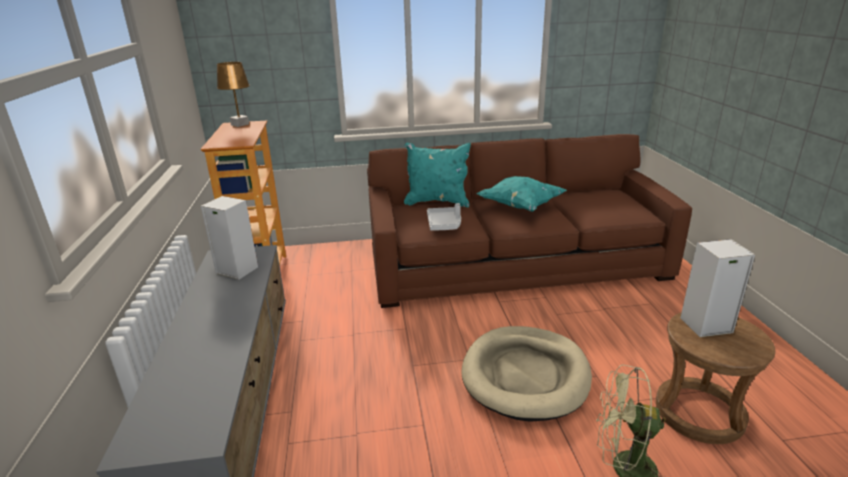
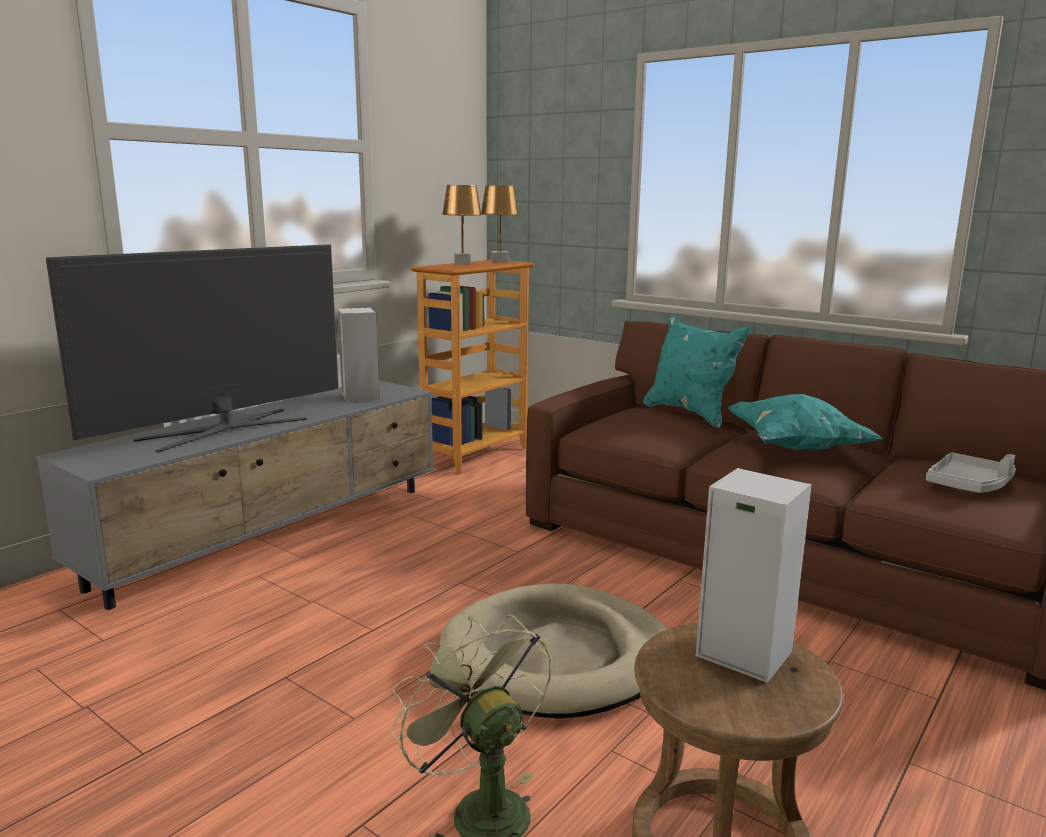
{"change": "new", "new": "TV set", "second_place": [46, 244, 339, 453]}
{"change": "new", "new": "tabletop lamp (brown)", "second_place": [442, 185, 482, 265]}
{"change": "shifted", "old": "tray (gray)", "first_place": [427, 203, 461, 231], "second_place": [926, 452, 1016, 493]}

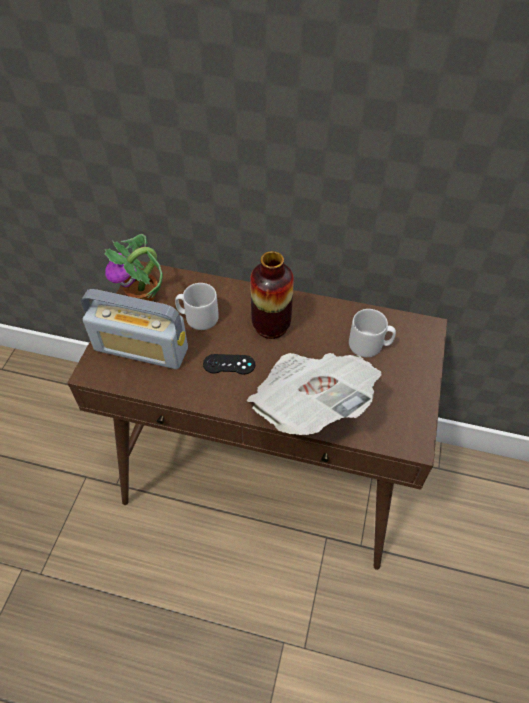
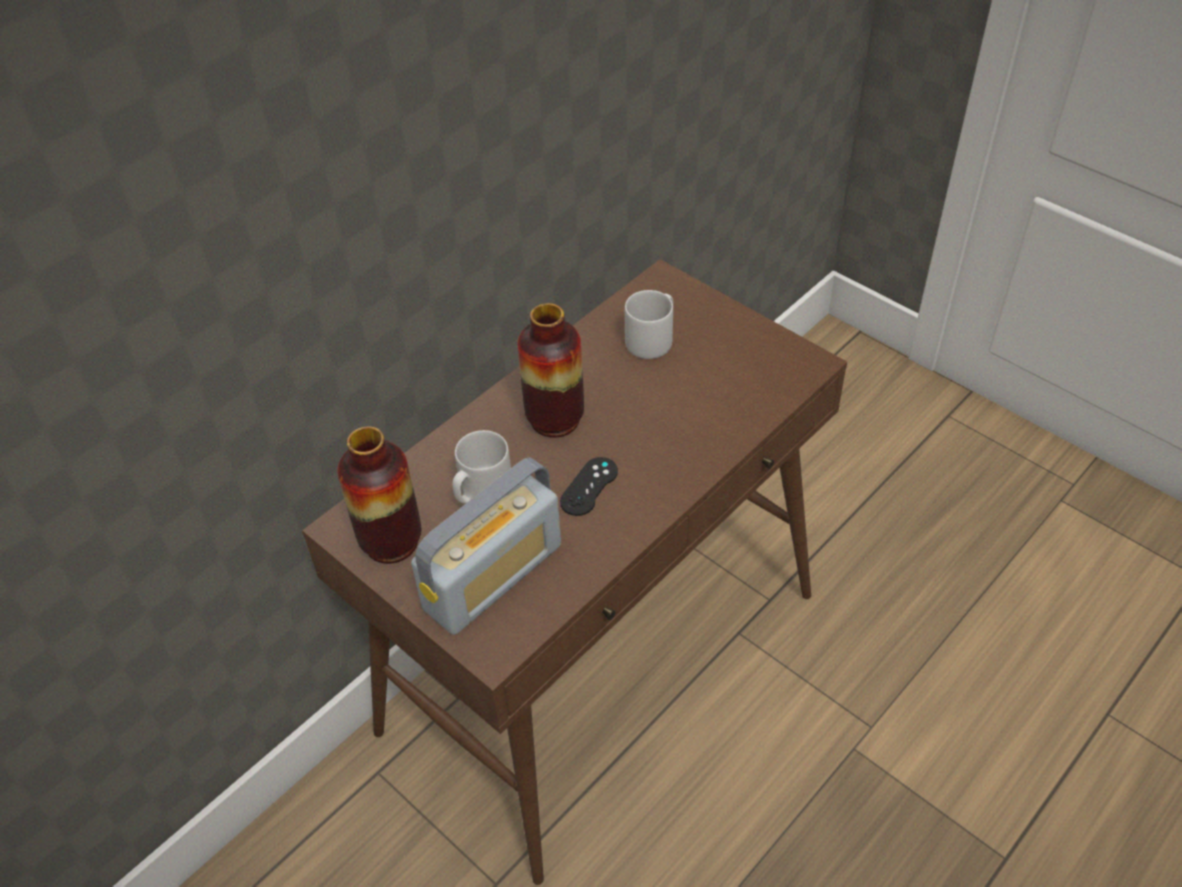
{"change": "swapped", "old": "plant in a pot", "new": "flower vase", "first_place": [104, 234, 163, 301], "second_place": [337, 426, 421, 564]}
{"change": "gone", "old": "printed paper", "first_place": [247, 353, 382, 435]}

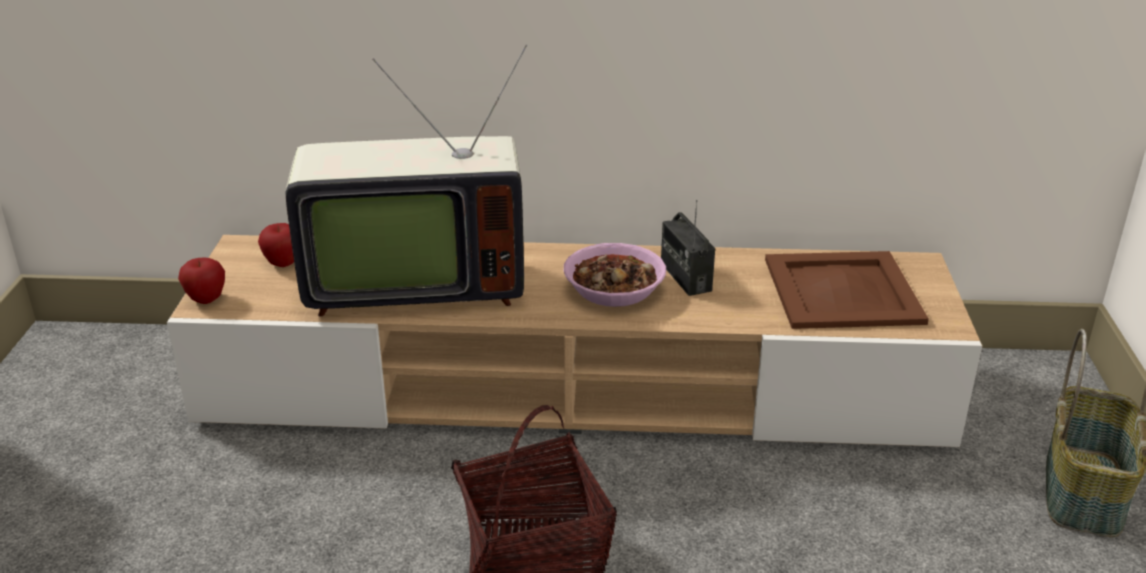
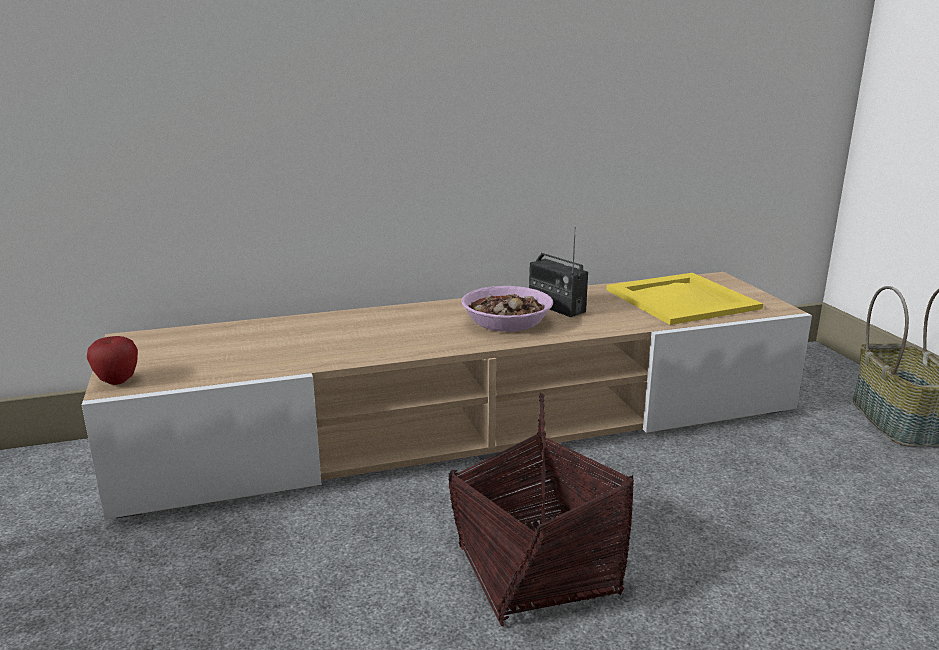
{"change": "repainted", "old": "tray (brown)", "new": "tray (yellow)", "first_place": [765, 251, 929, 329], "second_place": [606, 273, 763, 325]}
{"change": "gone", "old": "apple", "first_place": [258, 223, 294, 267]}
{"change": "gone", "old": "TV set", "first_place": [285, 44, 528, 317]}

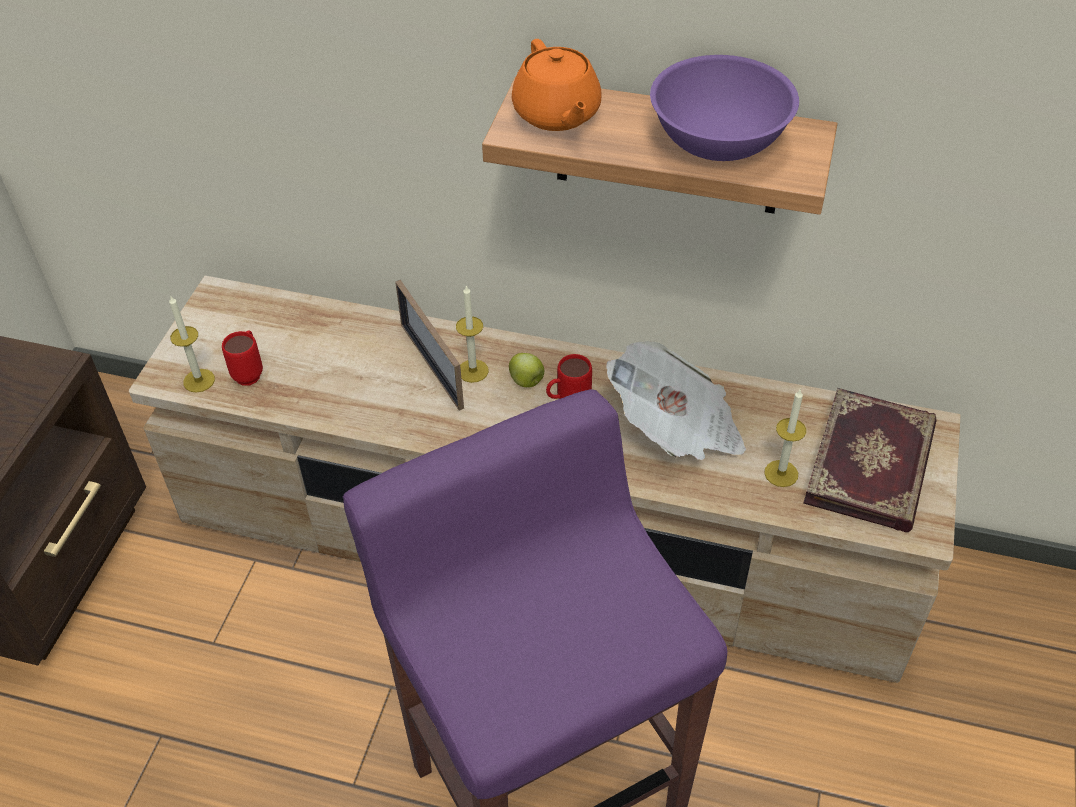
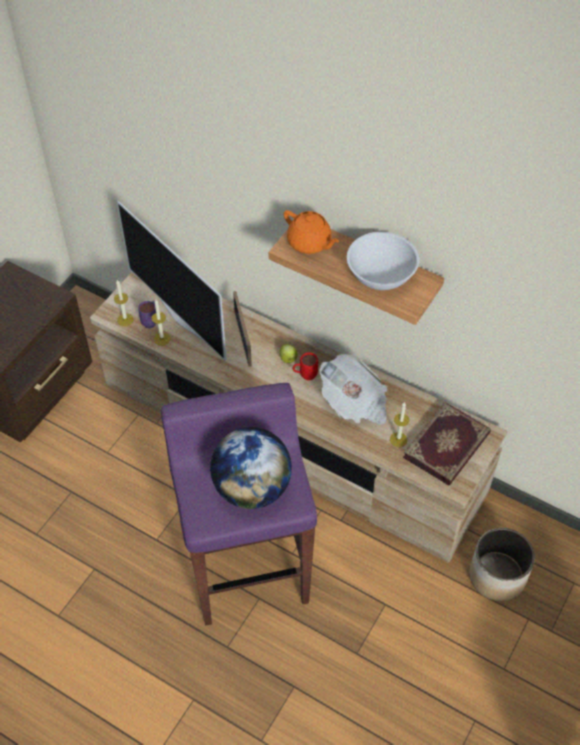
{"change": "new", "new": "TV set", "second_place": [117, 201, 227, 361]}
{"change": "repainted", "old": "tea mug (reddish)", "new": "tea mug (purple)", "first_place": [222, 330, 263, 386], "second_place": [138, 301, 156, 328]}
{"change": "shifted", "old": "wax candle", "first_place": [456, 285, 489, 383], "second_place": [152, 300, 170, 346]}
{"change": "new", "new": "globe", "second_place": [210, 427, 292, 509]}
{"change": "rotated", "old": "pot for tea (orange)", "first_place": [512, 39, 602, 131], "second_place": [284, 210, 339, 254], "degrees": -45}
{"change": "repainted", "old": "deep dish (purple)", "new": "deep dish (whitish)", "first_place": [650, 55, 799, 161], "second_place": [347, 232, 419, 290]}
{"change": "new", "new": "flower pot", "second_place": [469, 528, 535, 601]}

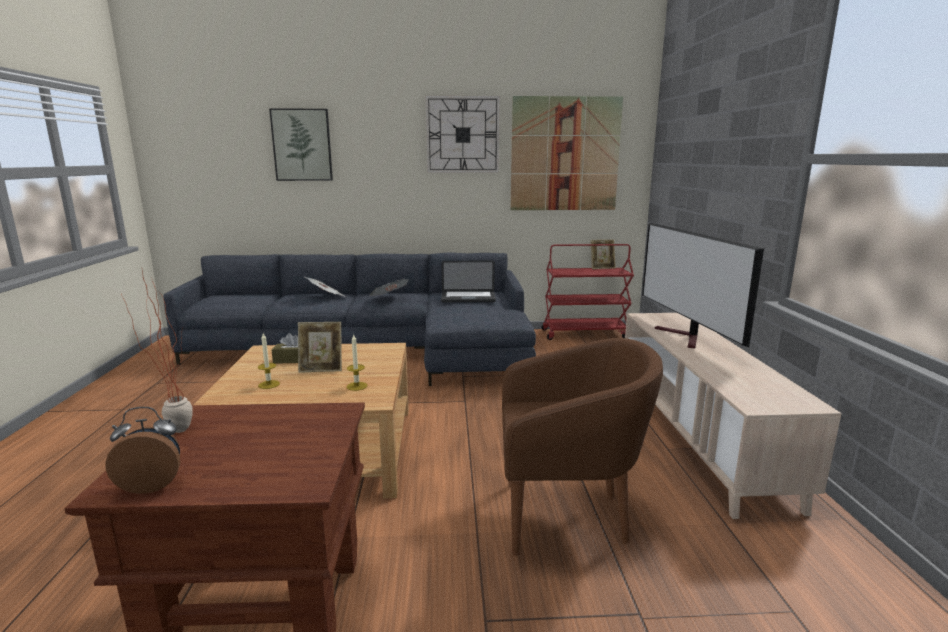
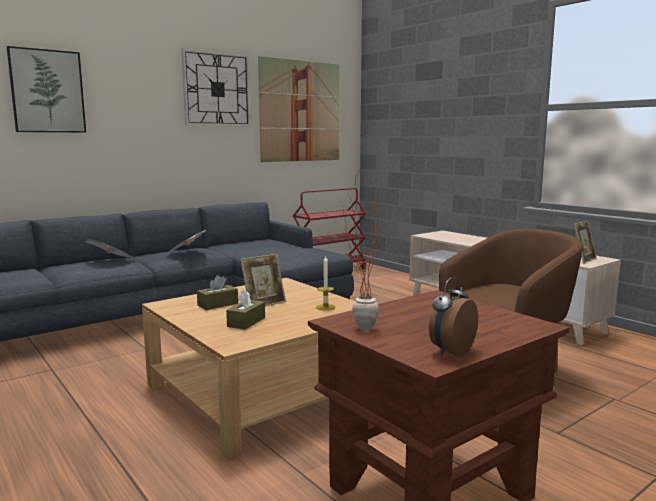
{"change": "swapped", "old": "wax candle", "new": "tissue holder (brown)", "first_place": [258, 333, 280, 389], "second_place": [226, 289, 265, 330]}
{"change": "shifted", "old": "picture frame", "first_place": [590, 239, 616, 269], "second_place": [574, 221, 597, 264]}
{"change": "gone", "old": "notebook computer", "first_place": [441, 261, 496, 302]}
{"change": "gone", "old": "TV set", "first_place": [642, 223, 764, 348]}

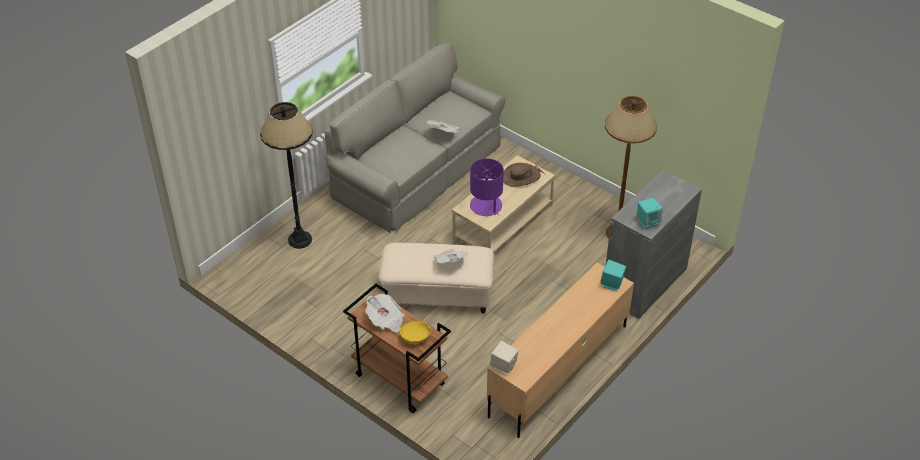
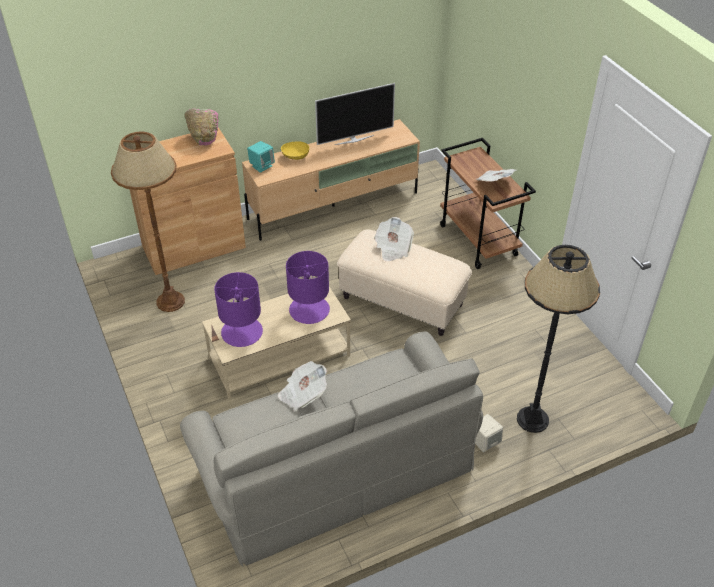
{"change": "repainted", "old": "storage cabinet (gray)", "new": "storage cabinet (brown)", "first_place": [606, 170, 702, 319], "second_place": [129, 127, 246, 275]}
{"change": "swapped", "old": "audio speaker (blue-green)", "new": "deep dish (pink)", "first_place": [637, 198, 663, 228], "second_place": [184, 109, 218, 145]}
{"change": "swapped", "old": "clothing hat (brown)", "new": "tabletop lamp (purple)", "first_place": [503, 163, 541, 187], "second_place": [214, 272, 263, 347]}
{"change": "shifted", "old": "deep dish (yellow)", "first_place": [400, 321, 431, 344], "second_place": [281, 141, 309, 160]}
{"change": "new", "new": "TV set", "second_place": [315, 83, 395, 145]}
{"change": "shifted", "old": "audio speaker (sand-coloured)", "first_place": [490, 341, 518, 375], "second_place": [475, 414, 503, 452]}

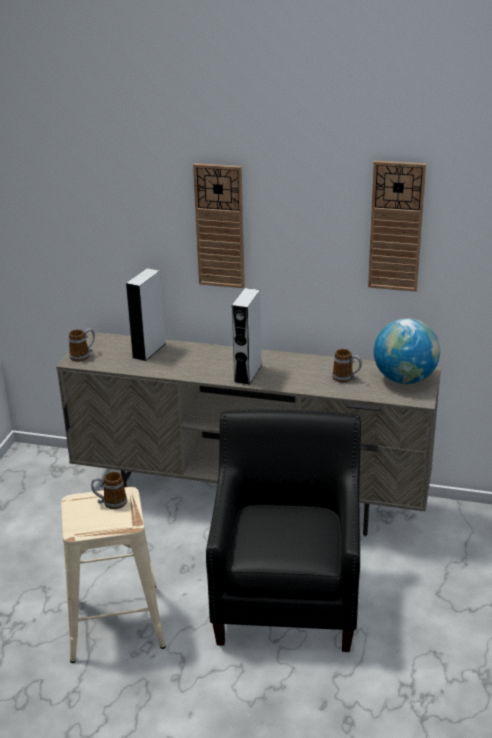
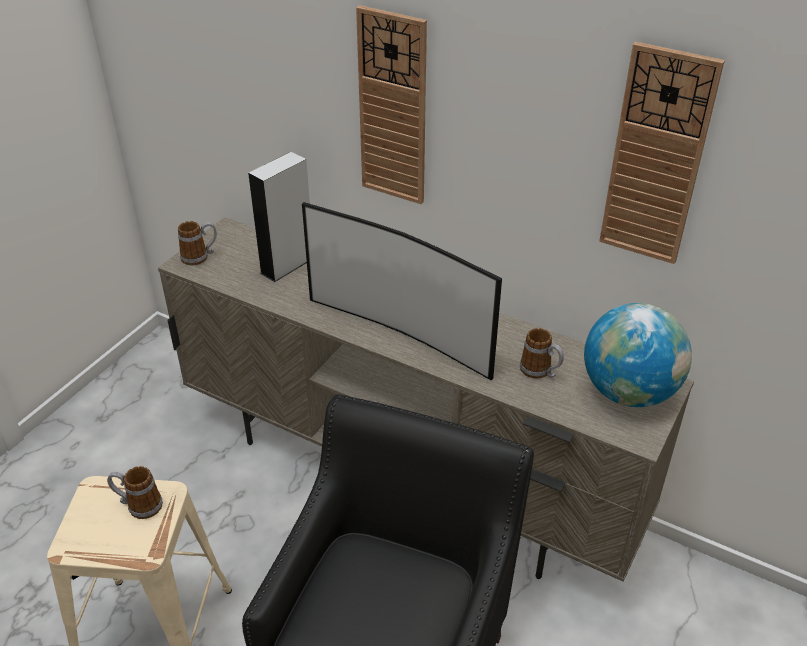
{"change": "swapped", "old": "audio speaker (gray)", "new": "TV set", "first_place": [232, 288, 262, 385], "second_place": [302, 202, 502, 381]}

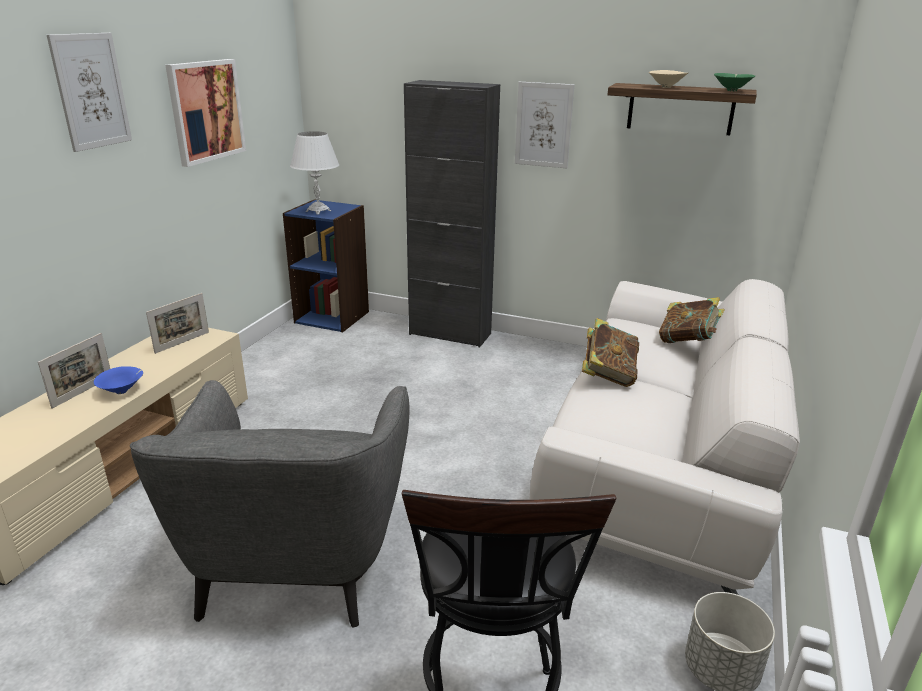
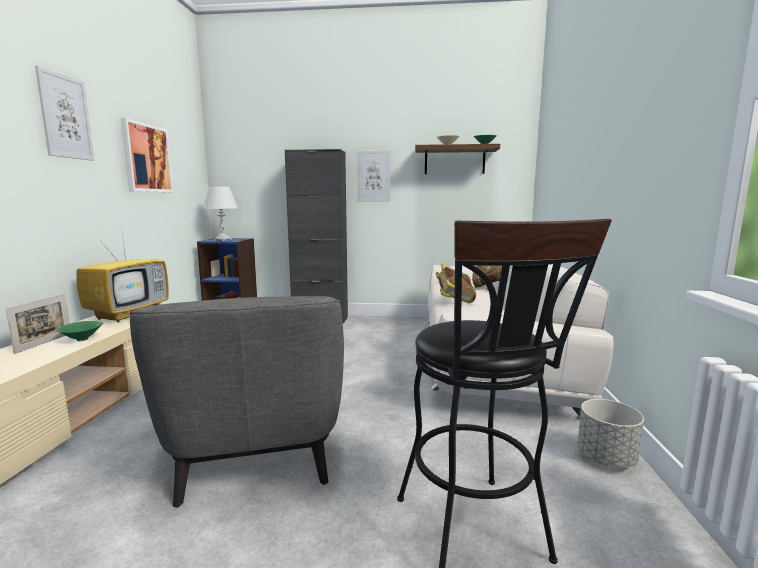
{"change": "repainted", "old": "deep dish (bluish)", "new": "deep dish (green)", "first_place": [94, 366, 143, 394], "second_place": [57, 321, 103, 341]}
{"change": "swapped", "old": "picture frame", "new": "TV set", "first_place": [146, 293, 209, 354], "second_place": [76, 224, 169, 322]}

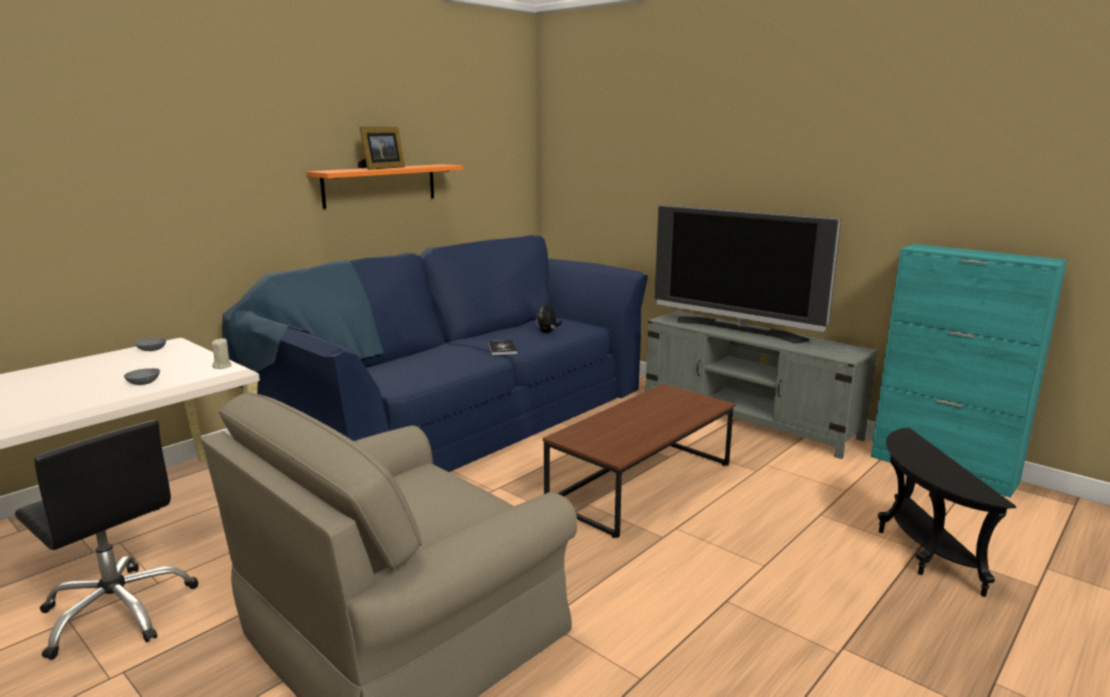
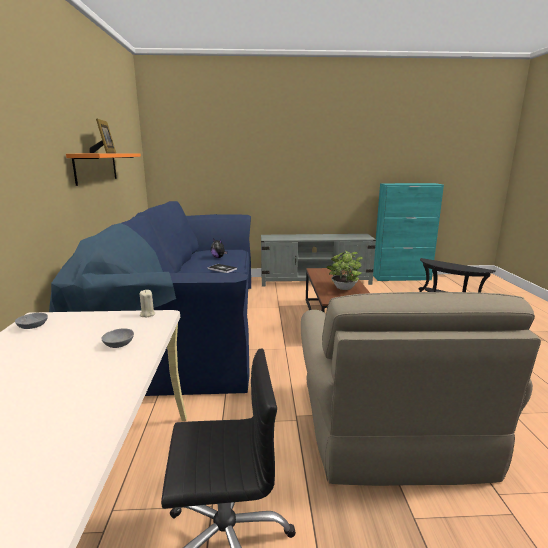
{"change": "new", "new": "plant in a pot", "second_place": [326, 251, 363, 290]}
{"change": "gone", "old": "TV set", "first_place": [655, 205, 841, 343]}

